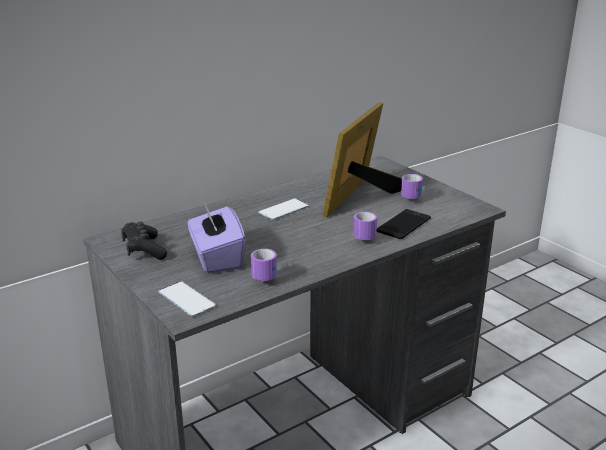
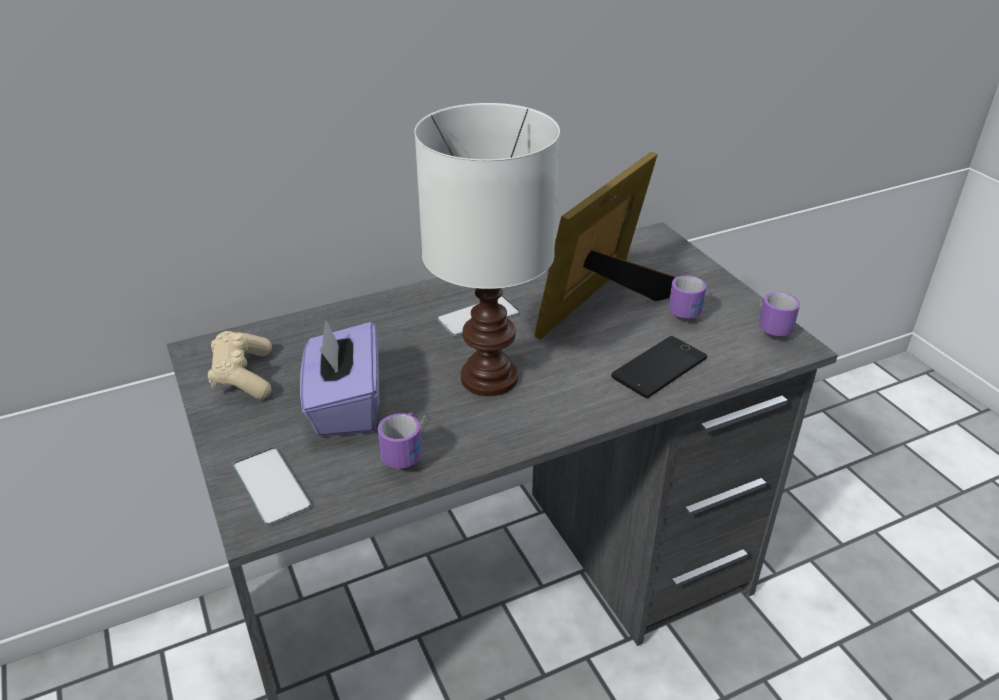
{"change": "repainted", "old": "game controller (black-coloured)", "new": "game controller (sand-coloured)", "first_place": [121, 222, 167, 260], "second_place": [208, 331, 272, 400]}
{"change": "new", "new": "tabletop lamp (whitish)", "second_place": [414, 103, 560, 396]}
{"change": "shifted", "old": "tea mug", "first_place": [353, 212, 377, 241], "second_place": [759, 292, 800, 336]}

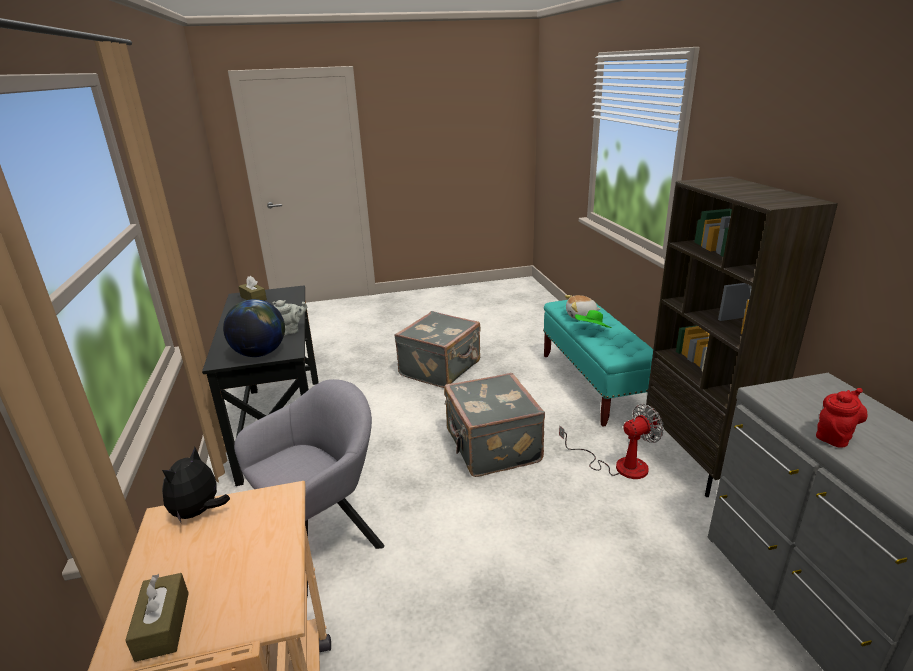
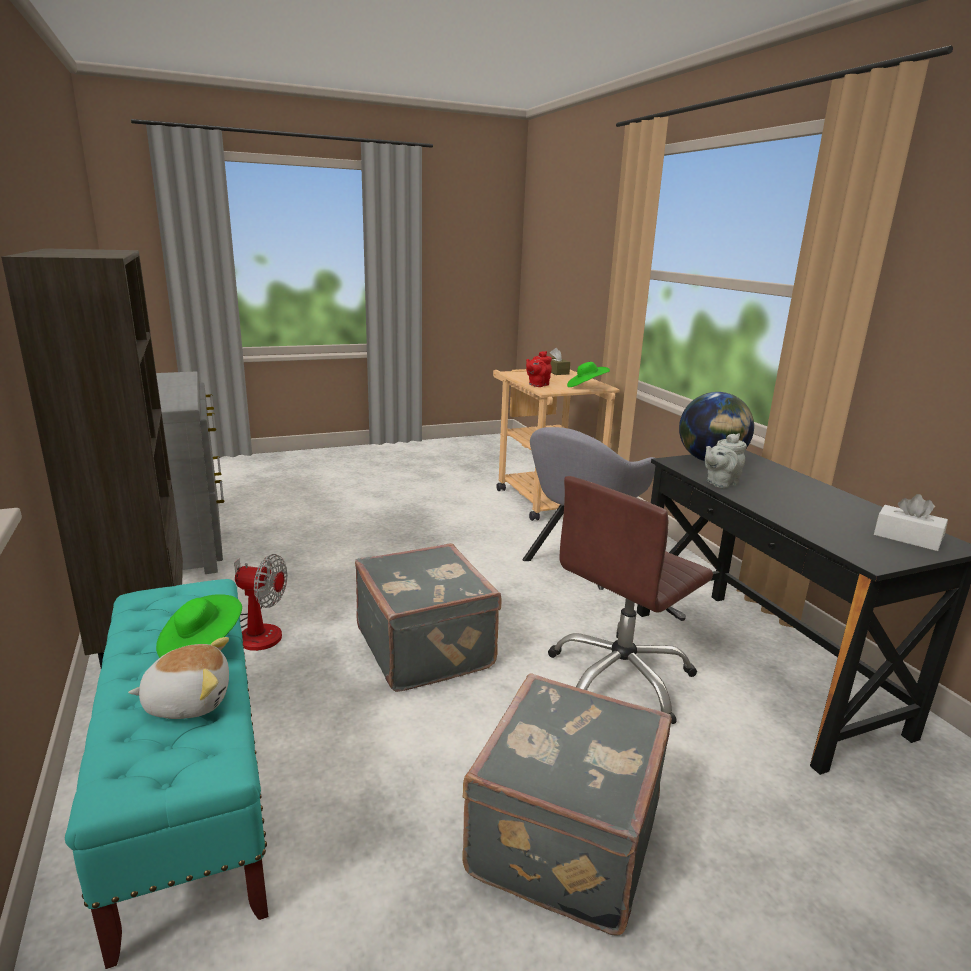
{"change": "rotated", "old": "fan", "first_place": [559, 404, 664, 479], "second_place": [234, 554, 287, 651], "degrees": -135}
{"change": "shifted", "old": "pot for tea (reddish)", "first_place": [816, 388, 867, 448], "second_place": [526, 351, 552, 387]}
{"change": "new", "new": "computer chair (brown)", "second_place": [548, 476, 713, 724]}
{"change": "swapped", "old": "plush toy", "new": "clothing hat (green)", "first_place": [162, 447, 230, 522], "second_place": [567, 362, 610, 387]}
{"change": "repainted", "old": "tissue holder (brown)", "new": "tissue holder (whitish)", "first_place": [238, 276, 267, 301], "second_place": [874, 494, 948, 551]}

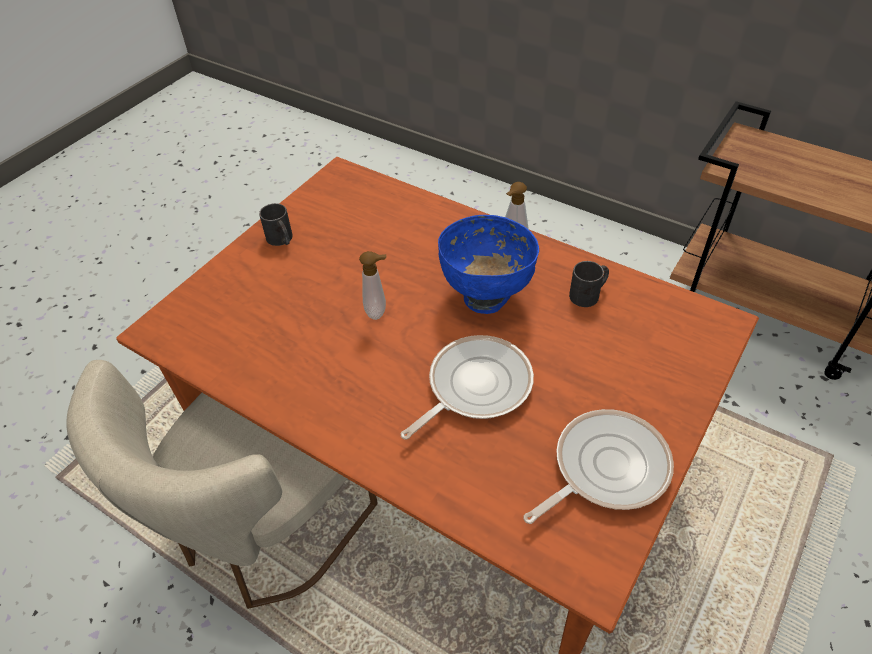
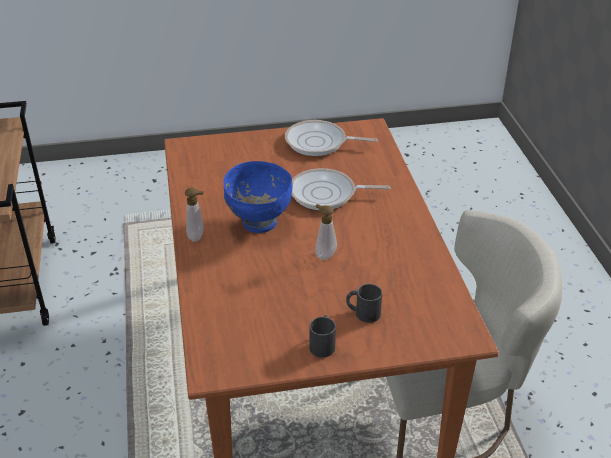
{"change": "shifted", "old": "tea mug (black-coloured)", "first_place": [569, 261, 609, 307], "second_place": [346, 284, 382, 323]}

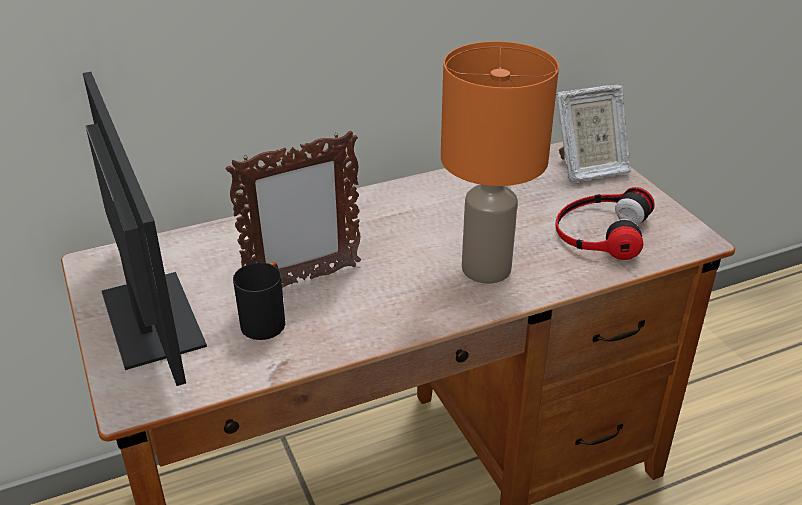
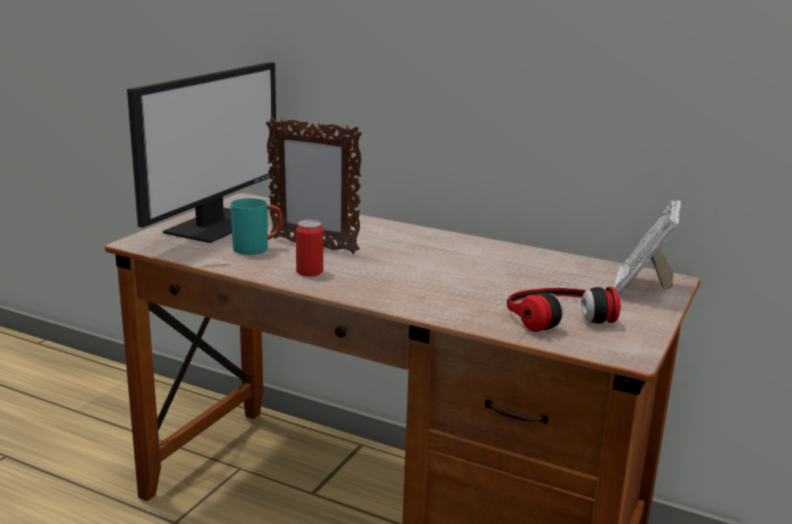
{"change": "repainted", "old": "tea mug (black-coloured)", "new": "tea mug (blue-green)", "first_place": [233, 262, 285, 340], "second_place": [230, 198, 282, 255]}
{"change": "new", "new": "can", "second_place": [296, 220, 323, 276]}
{"change": "rotated", "old": "picture frame", "first_place": [556, 85, 631, 182], "second_place": [613, 200, 681, 296], "degrees": 75}
{"change": "gone", "old": "tabletop lamp (orange)", "first_place": [441, 41, 559, 284]}

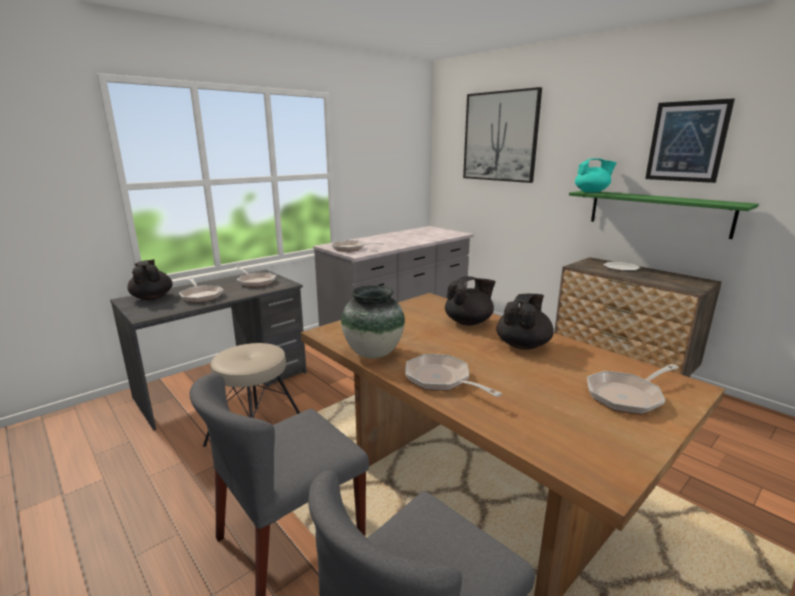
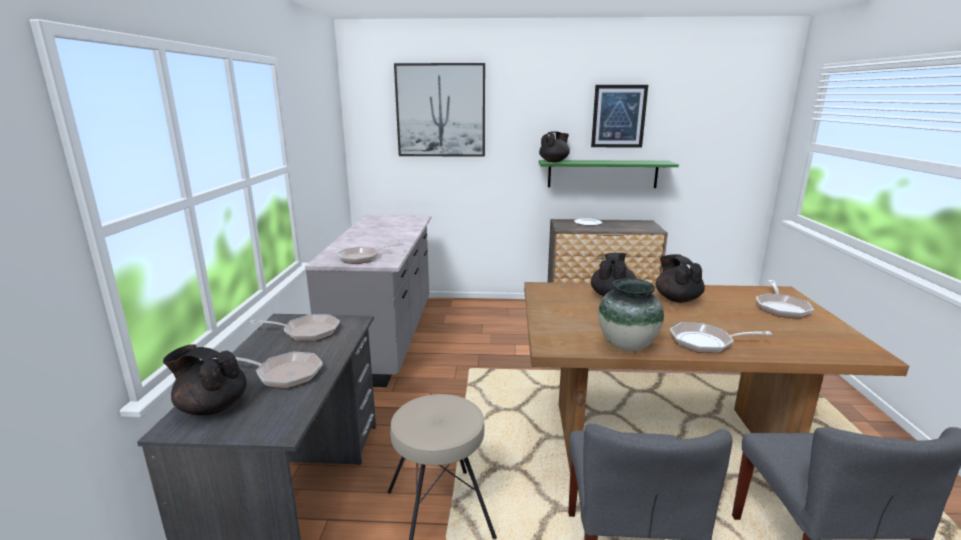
{"change": "repainted", "old": "pot for tea (blue-green)", "new": "pot for tea (black-coloured)", "first_place": [575, 158, 616, 193], "second_place": [539, 131, 570, 162]}

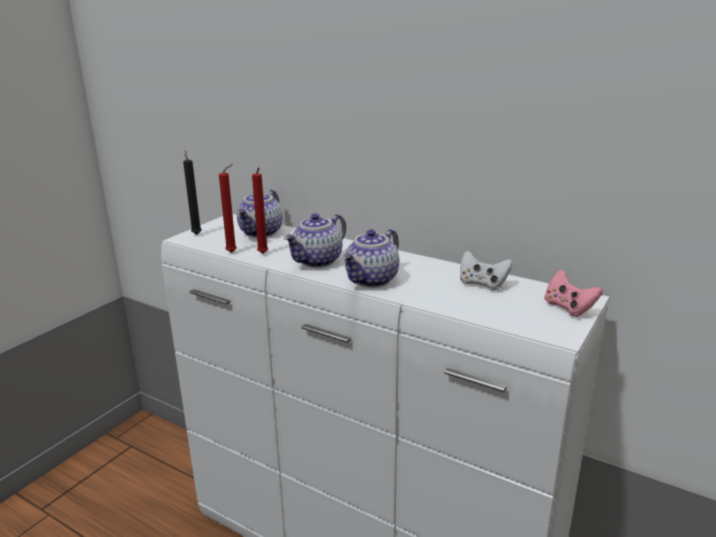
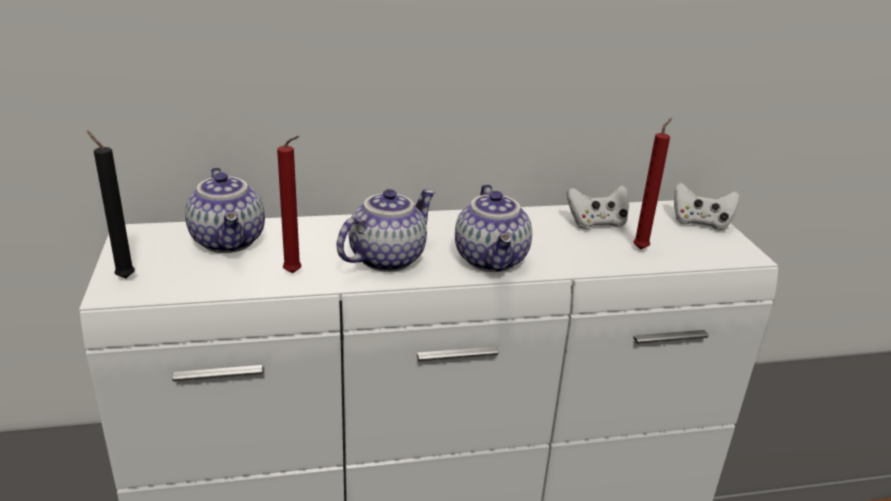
{"change": "rotated", "old": "pot for tea", "first_place": [284, 213, 346, 268], "second_place": [337, 189, 435, 272], "degrees": -135}
{"change": "shifted", "old": "wax candle (reddish)", "first_place": [219, 164, 237, 253], "second_place": [633, 118, 672, 250]}
{"change": "repainted", "old": "game controller (pink)", "new": "game controller (whitish)", "first_place": [544, 270, 603, 317], "second_place": [674, 183, 739, 230]}

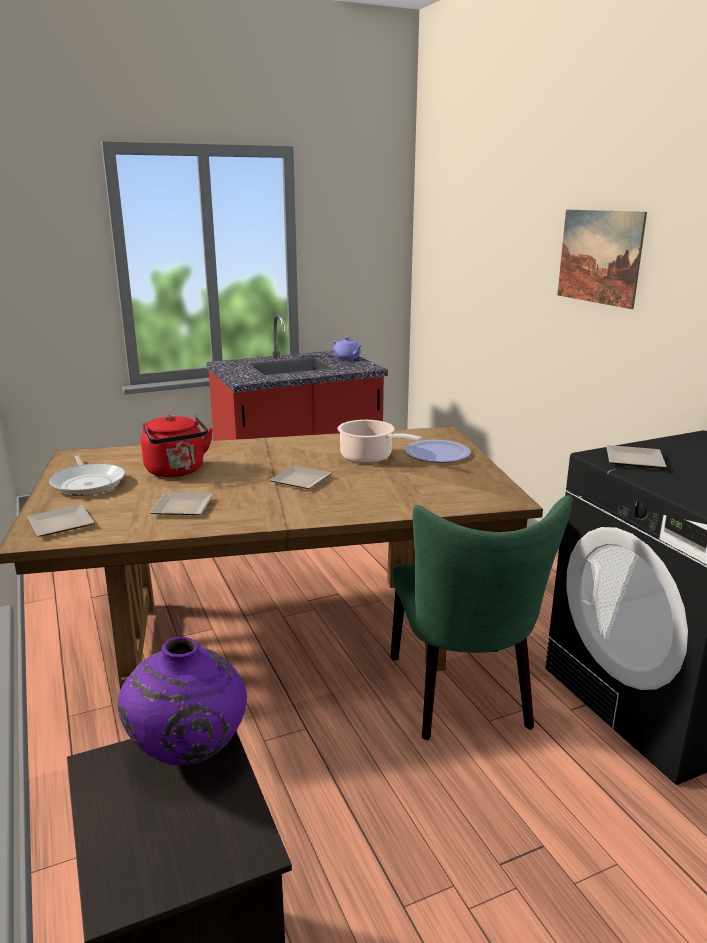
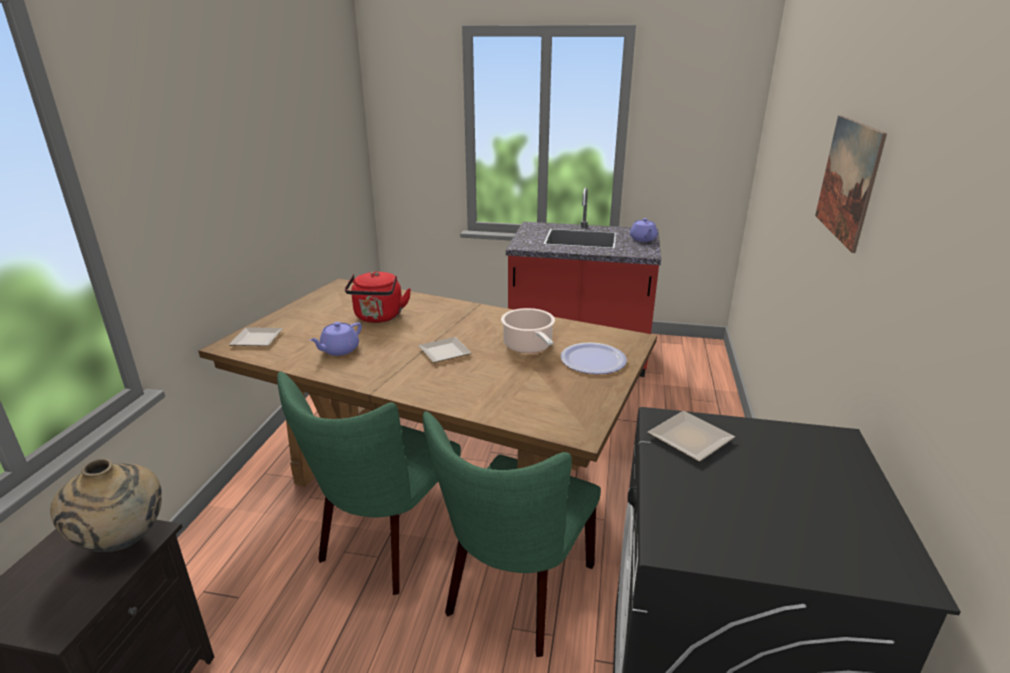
{"change": "repainted", "old": "flower vase (purple)", "new": "flower vase (sand-coloured)", "first_place": [118, 637, 247, 766], "second_place": [50, 458, 162, 552]}
{"change": "new", "new": "plain chair (green)", "second_place": [277, 372, 461, 595]}
{"change": "swapped", "old": "dinner plate", "new": "pot for tea (purple)", "first_place": [150, 492, 213, 515], "second_place": [310, 322, 362, 356]}
{"change": "gone", "old": "skillet", "first_place": [49, 455, 125, 496]}

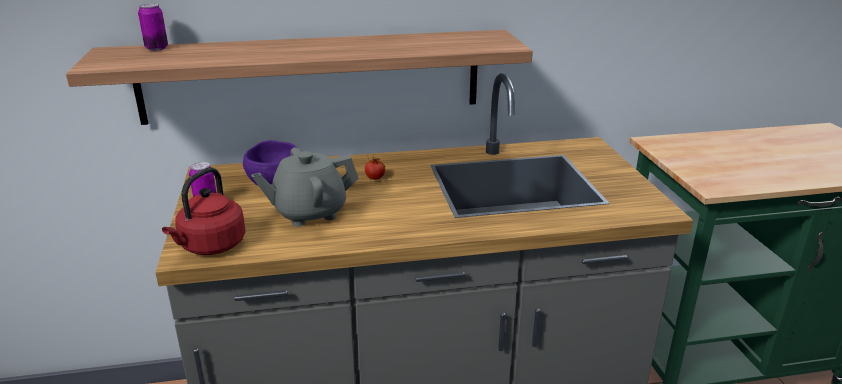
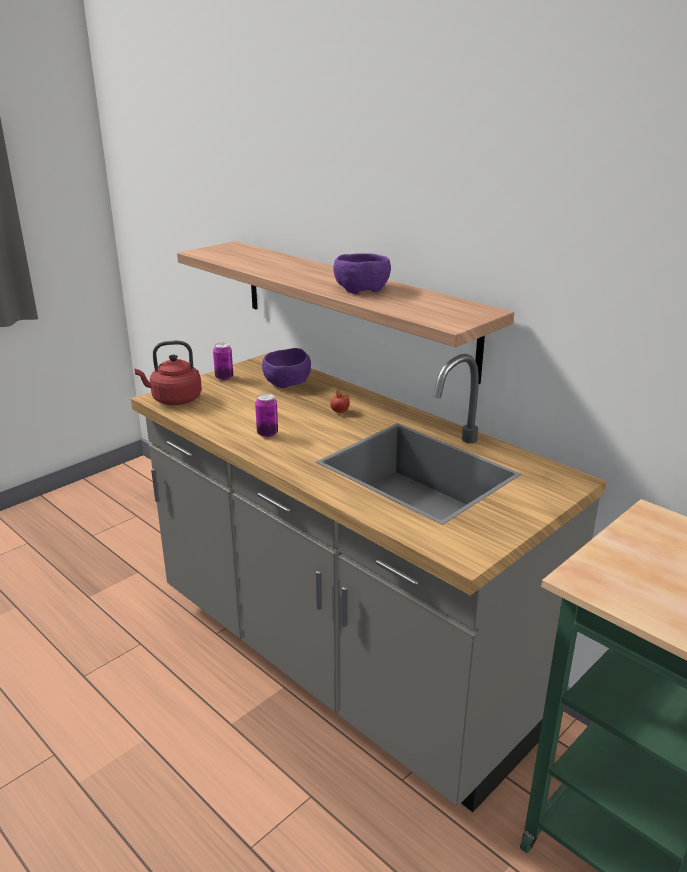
{"change": "shifted", "old": "can", "first_place": [138, 4, 168, 51], "second_place": [255, 393, 278, 437]}
{"change": "new", "new": "deep dish (purple)", "second_place": [334, 253, 391, 294]}
{"change": "gone", "old": "pot for tea (gray)", "first_place": [251, 148, 359, 227]}

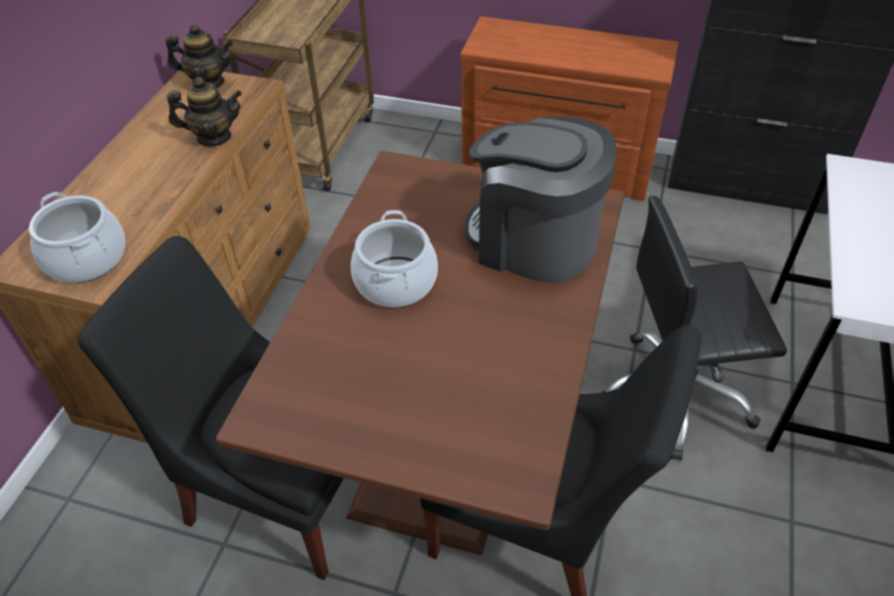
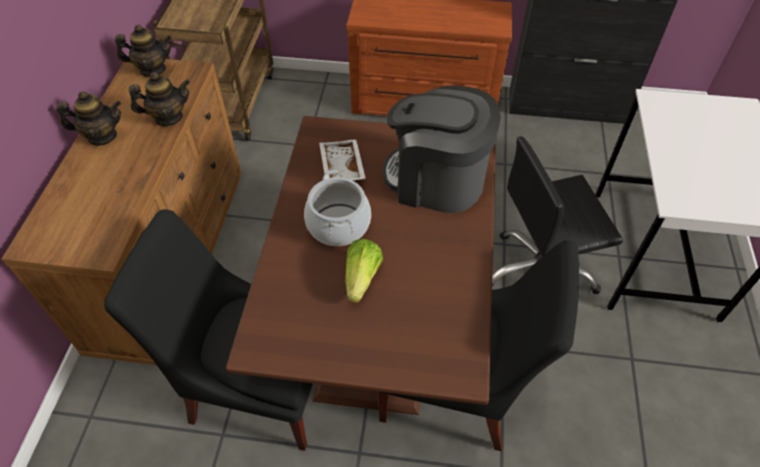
{"change": "new", "new": "pot for tea", "second_place": [56, 91, 121, 146]}
{"change": "new", "new": "tray (whitish)", "second_place": [319, 139, 366, 181]}
{"change": "new", "new": "lettuce head", "second_place": [345, 239, 383, 303]}
{"change": "gone", "old": "saucepot", "first_place": [29, 192, 125, 283]}

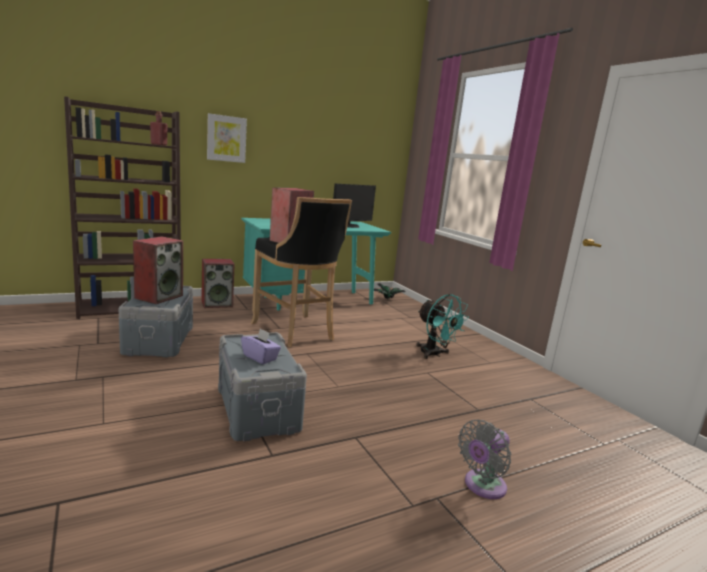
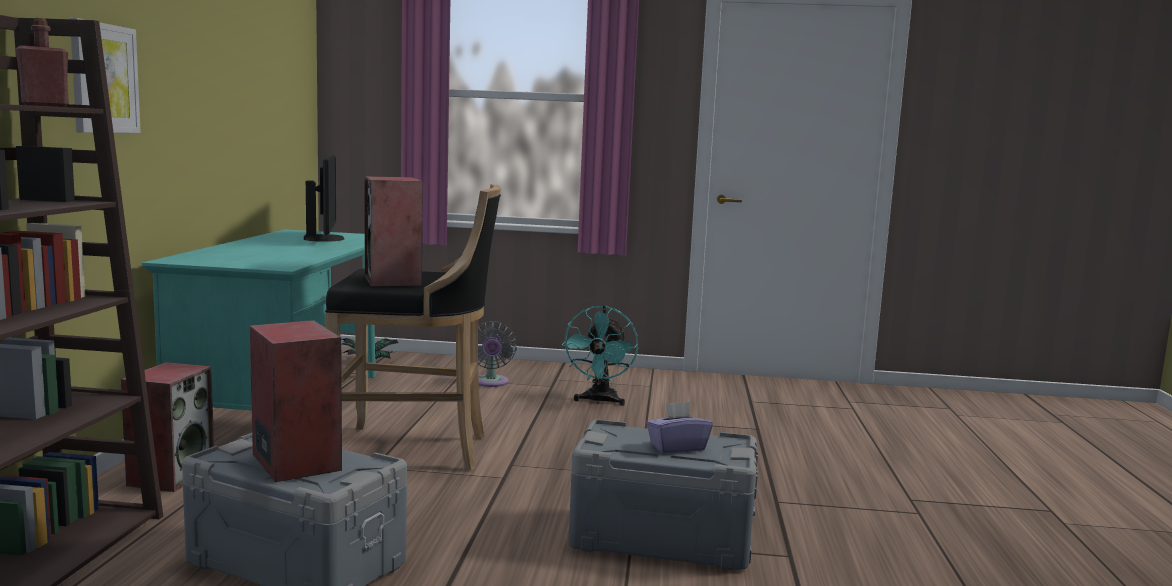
{"change": "shifted", "old": "fan (gray)", "first_place": [458, 420, 512, 499], "second_place": [478, 321, 517, 387]}
{"change": "rotated", "old": "fan (blue-green)", "first_place": [416, 294, 469, 359], "second_place": [562, 305, 638, 406], "degrees": 105}

